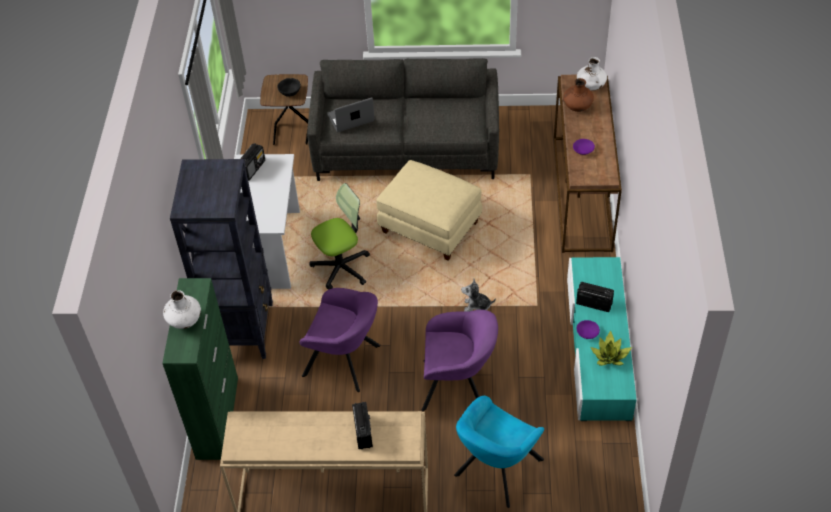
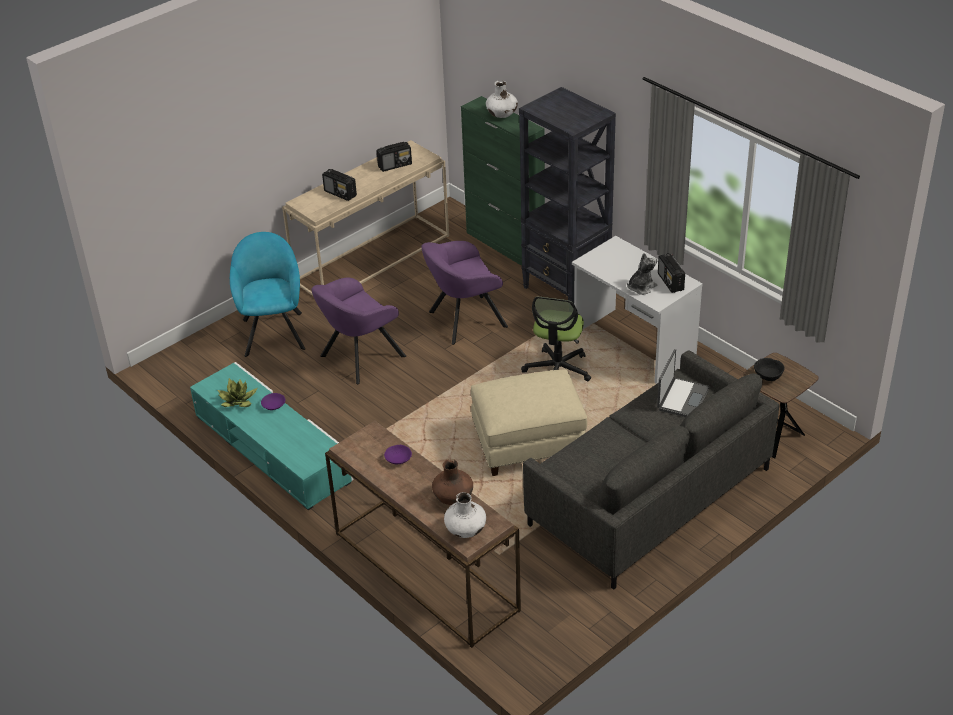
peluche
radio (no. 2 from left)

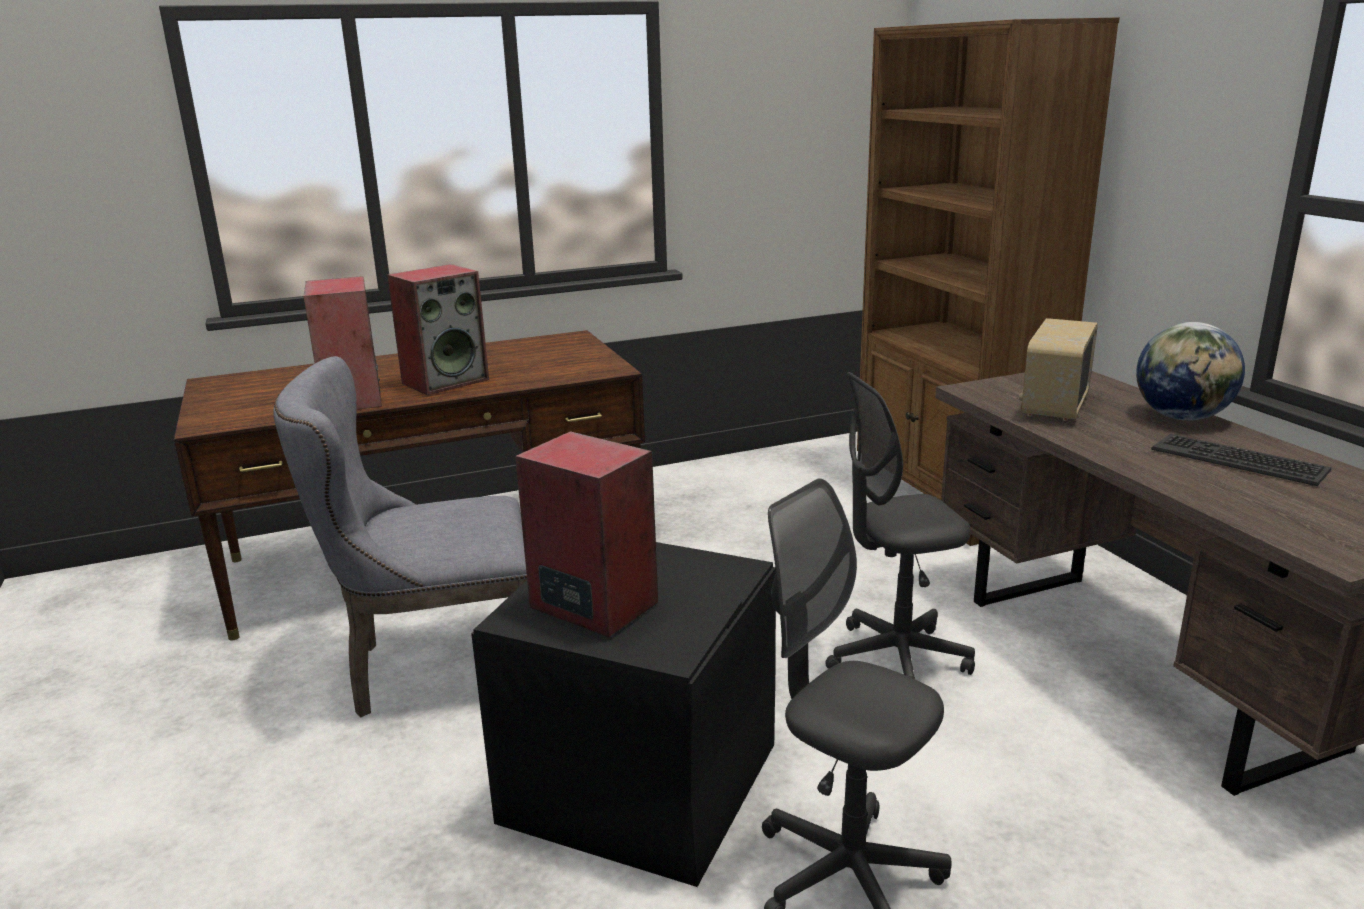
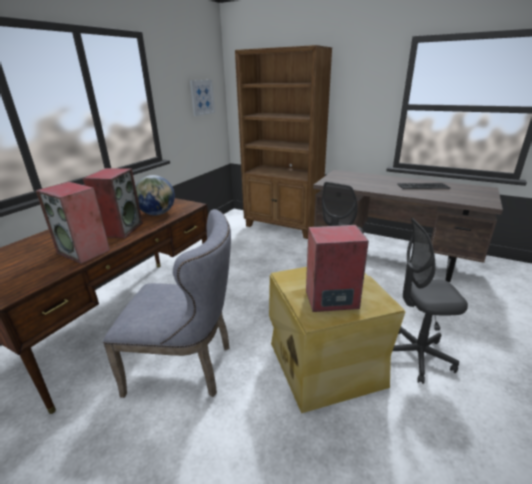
radio
globo terráqueo
silla (gris)
caja de almacenaje (beis)
cuadro

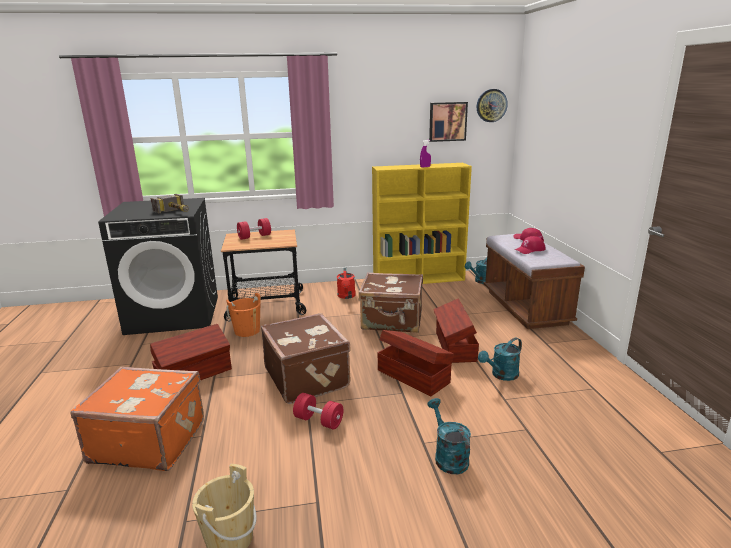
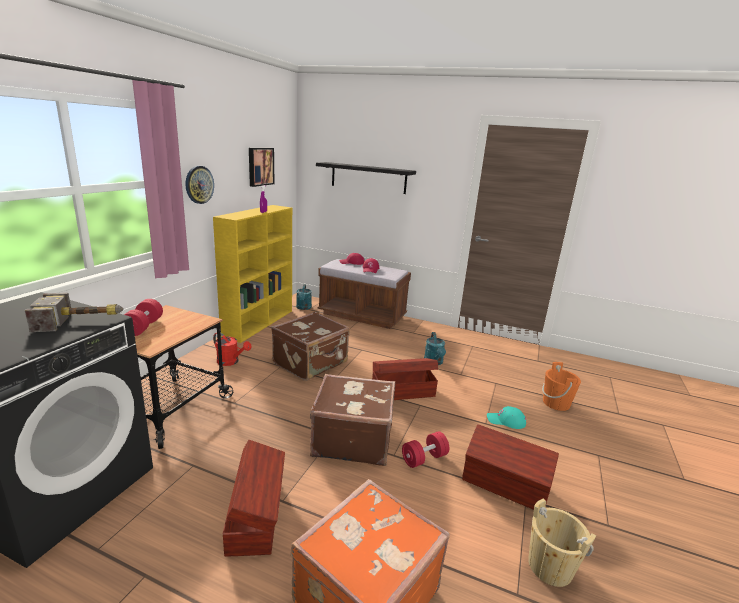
reloj de pared
cubo (naranja)
caja de almacenaje (marrón) (no. 3 from left)
gorra (turquesa)
estante (negro)

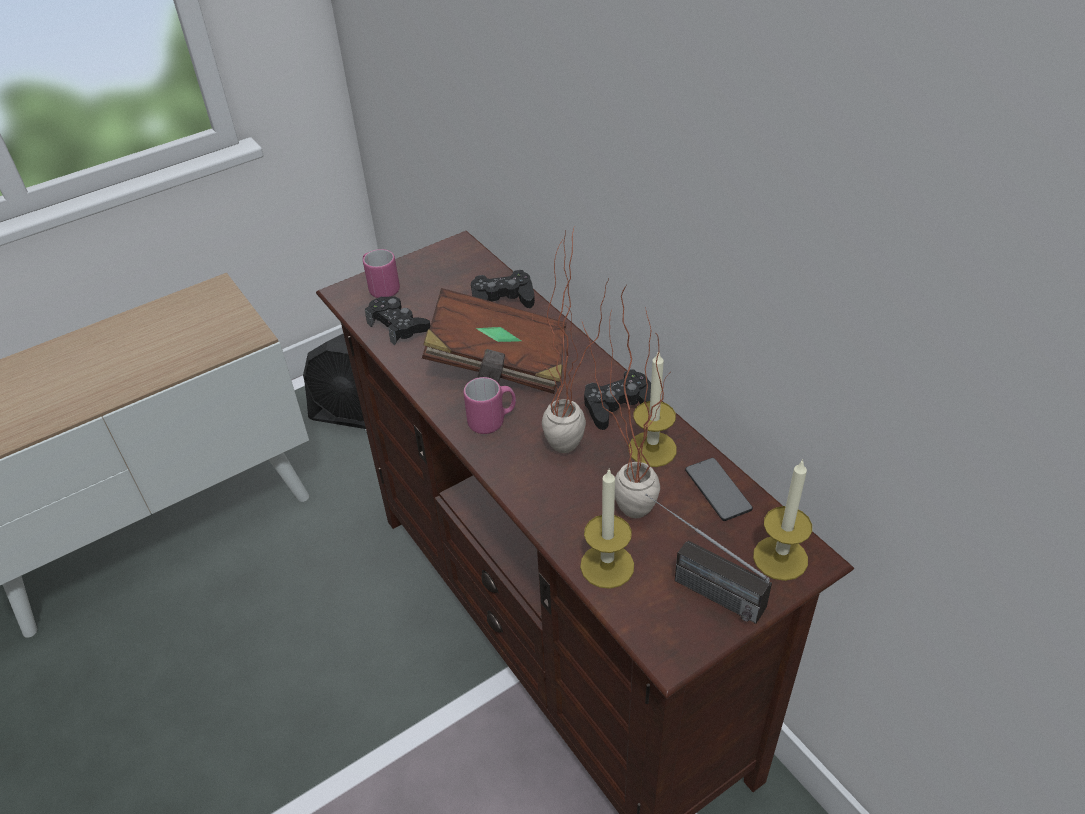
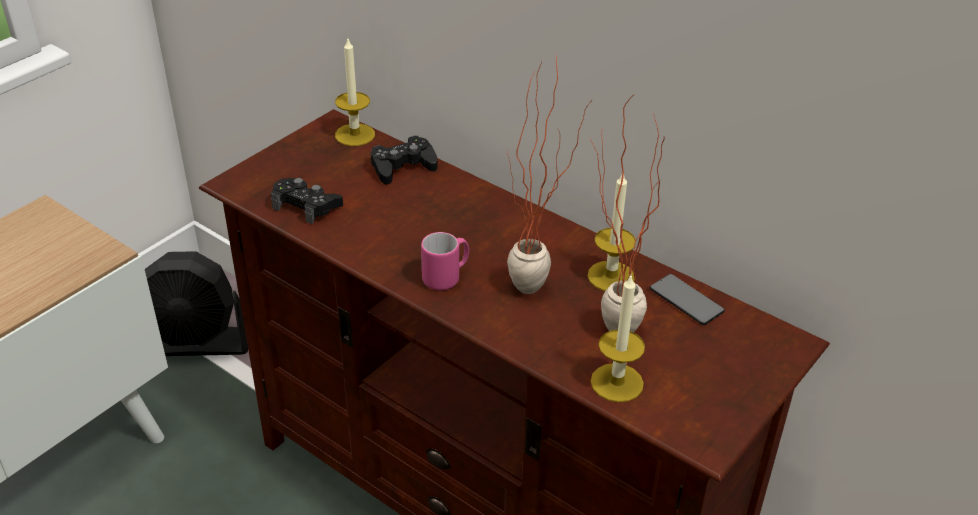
taza grande (rosa) (no. 1 from left in the first image)
libro (marrón)
mando de consola (negro) (no. 3 from left in the first image)
vela (no. 1 from left)
radio

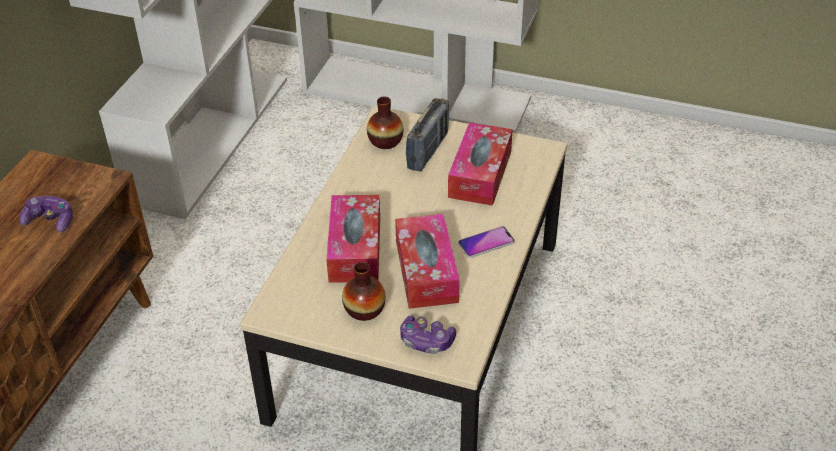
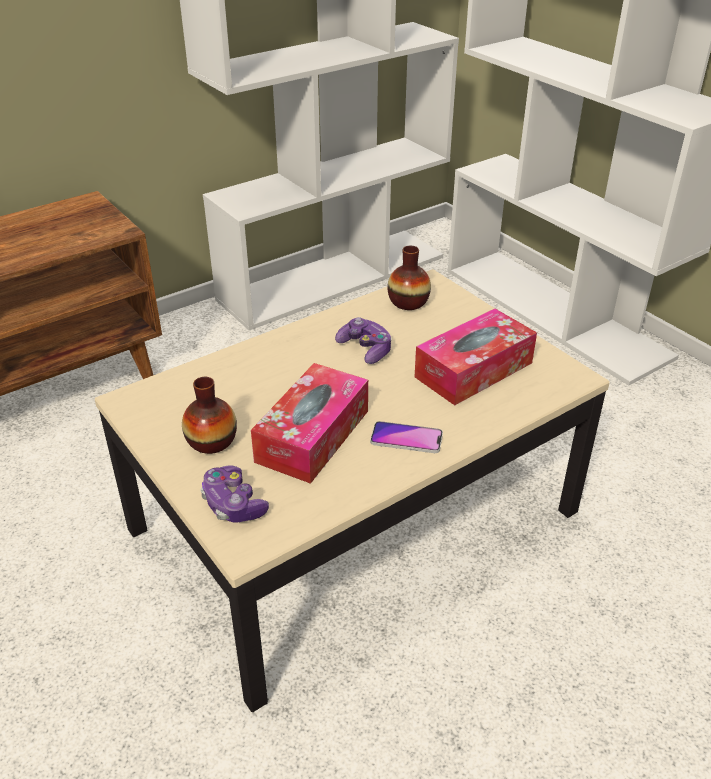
radio
caja de pañuelos (no. 1 from left in the first image)
mando de consola (no. 2 from left)

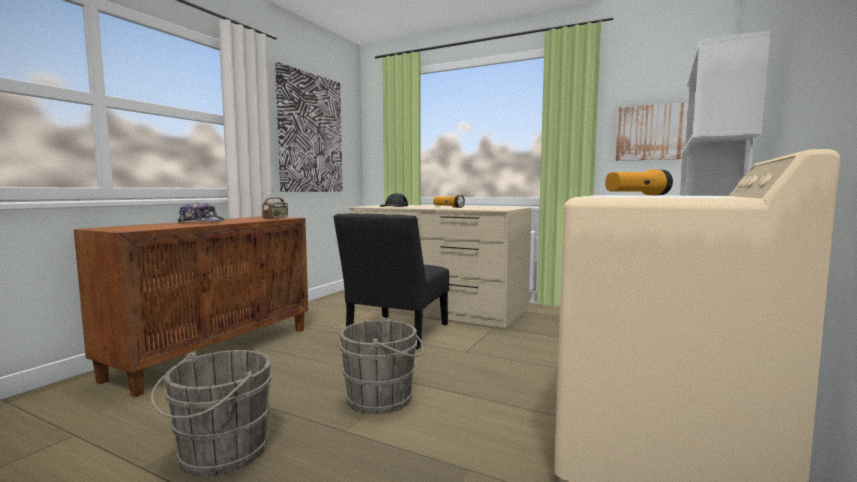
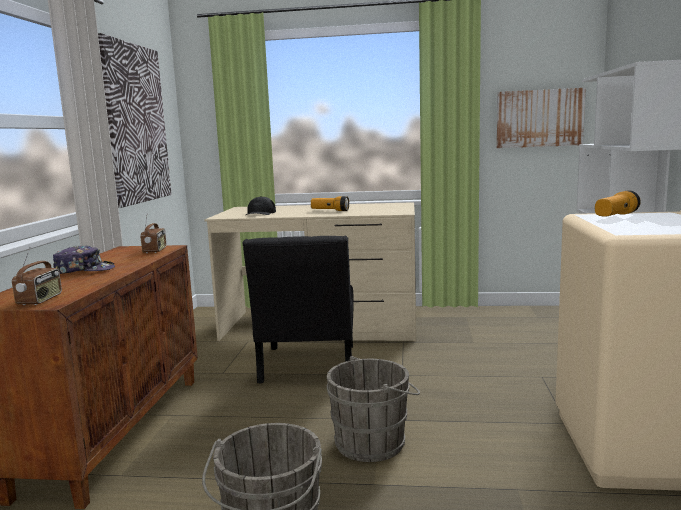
radio (no. 1 from left)

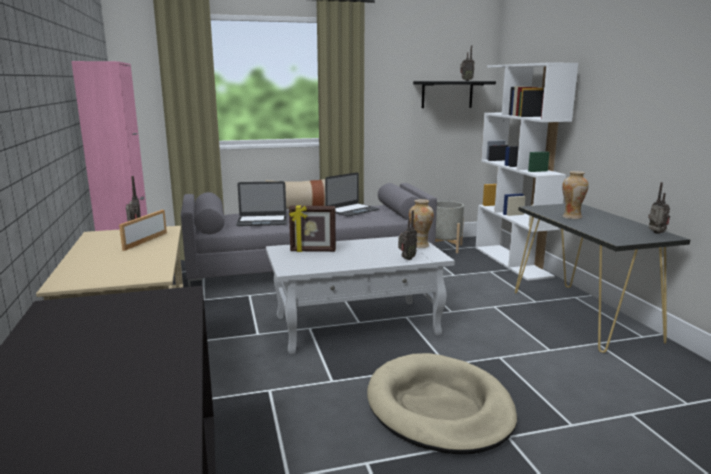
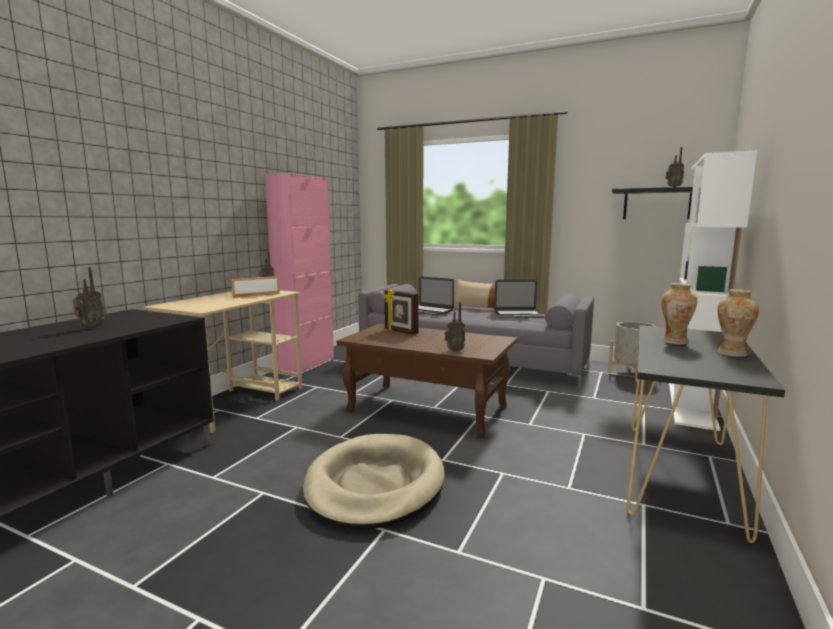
radio (no. 1 from left)
florero (no. 2 from left)
mesa de centro (marrón)

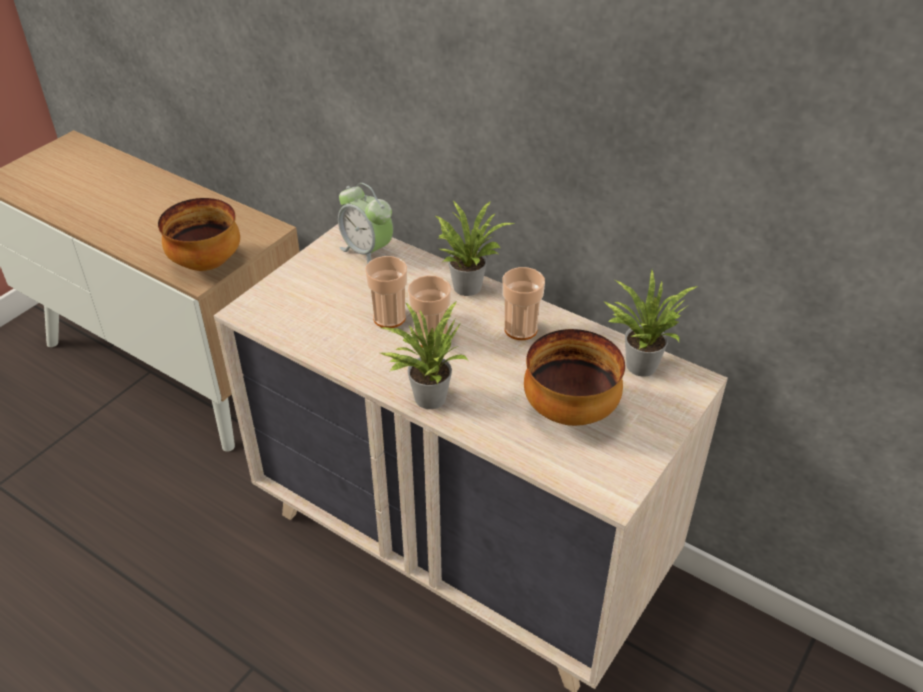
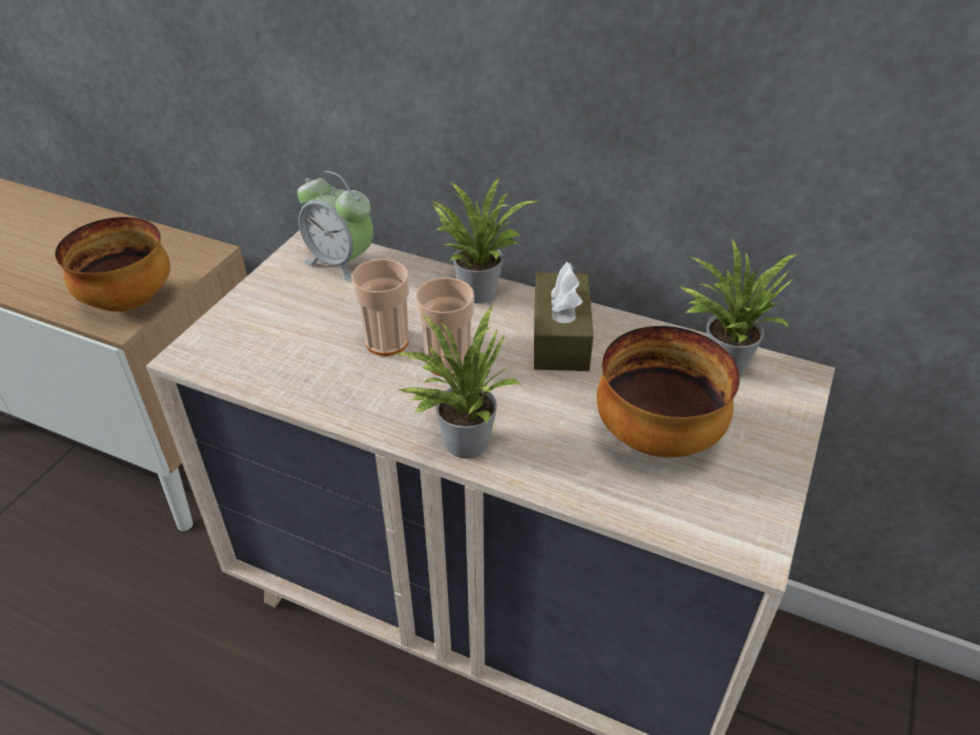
caja de pañuelos (marrón)

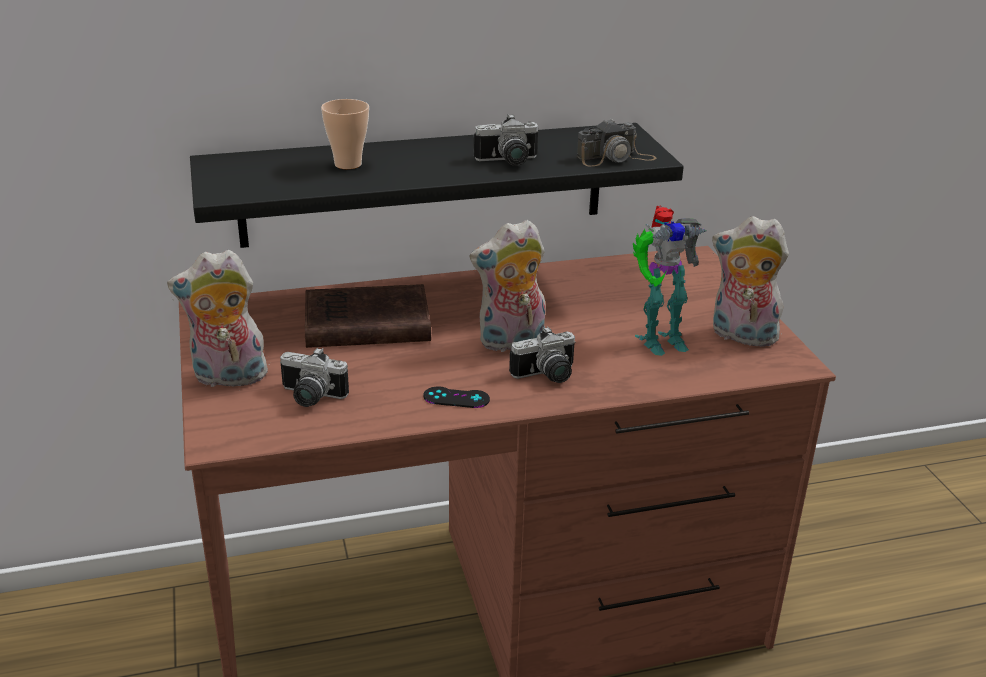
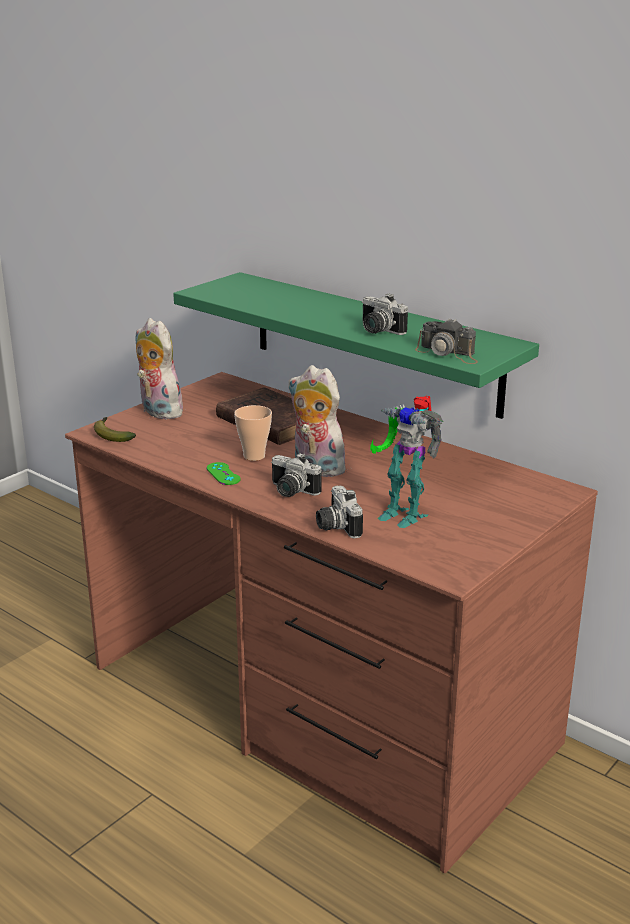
taza
estante (verde)
peluche (no. 3 from left in the first image)
cámara (no. 2 from left)
mando de consola (verde)
plátano

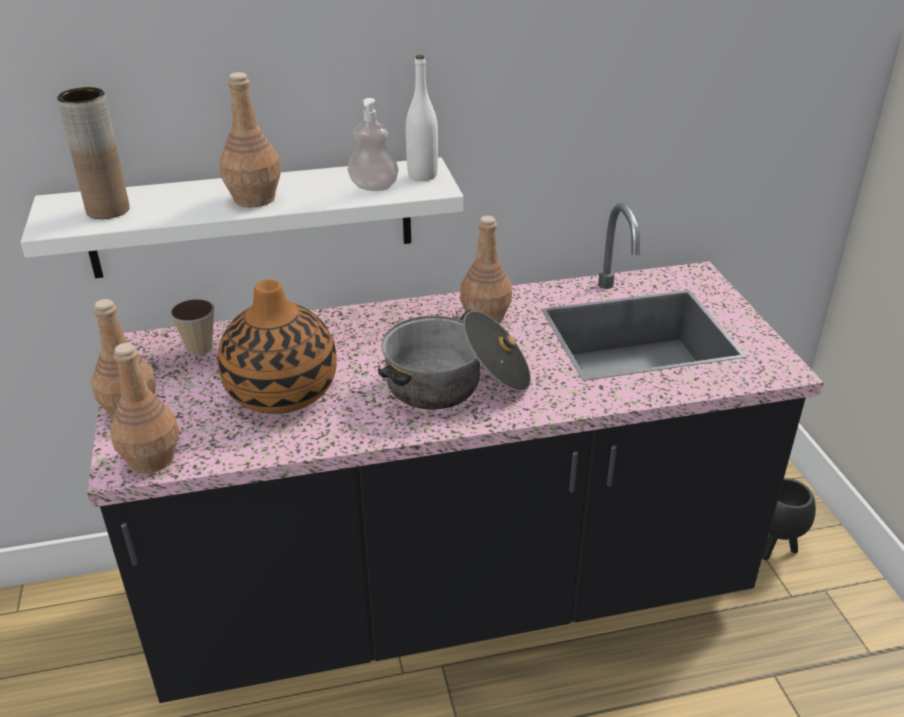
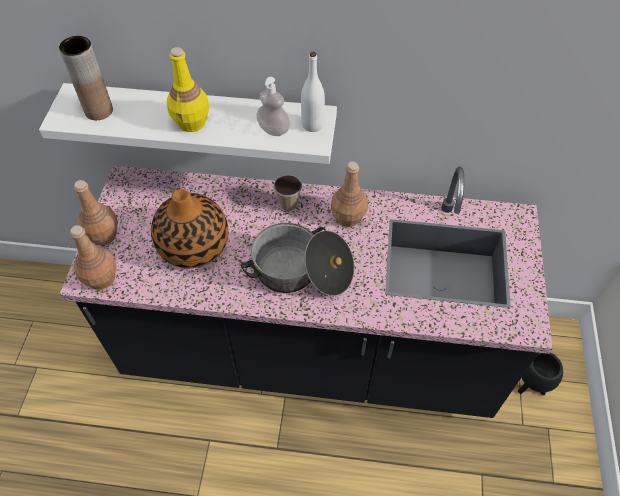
botella (amarillo)
taza

